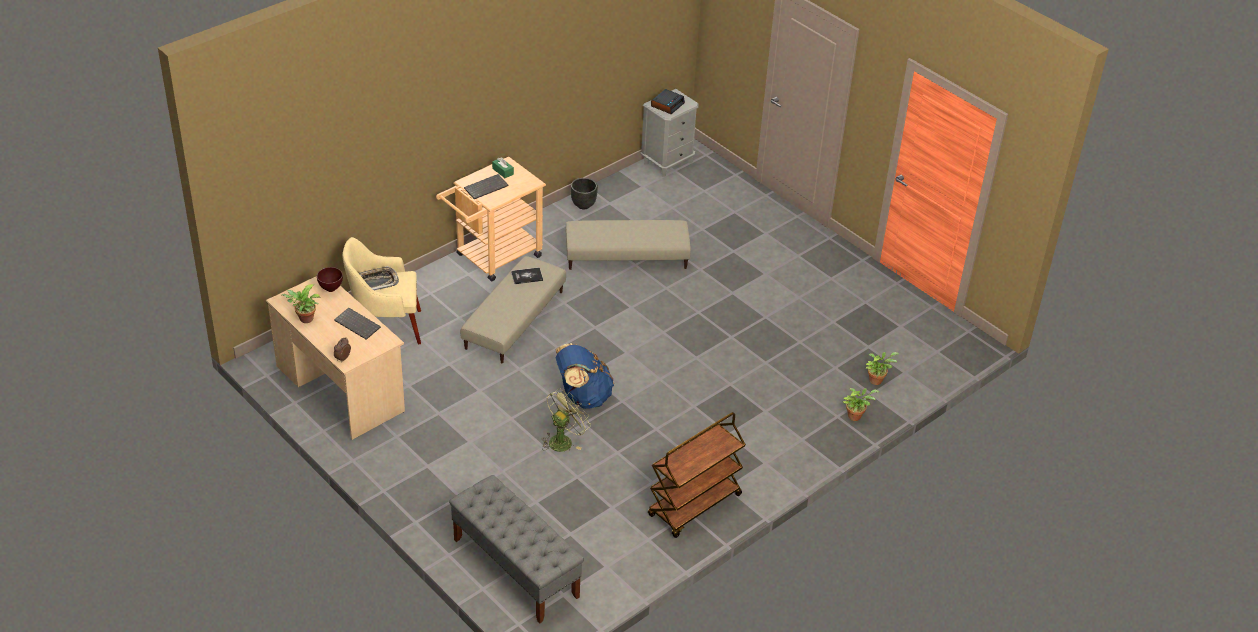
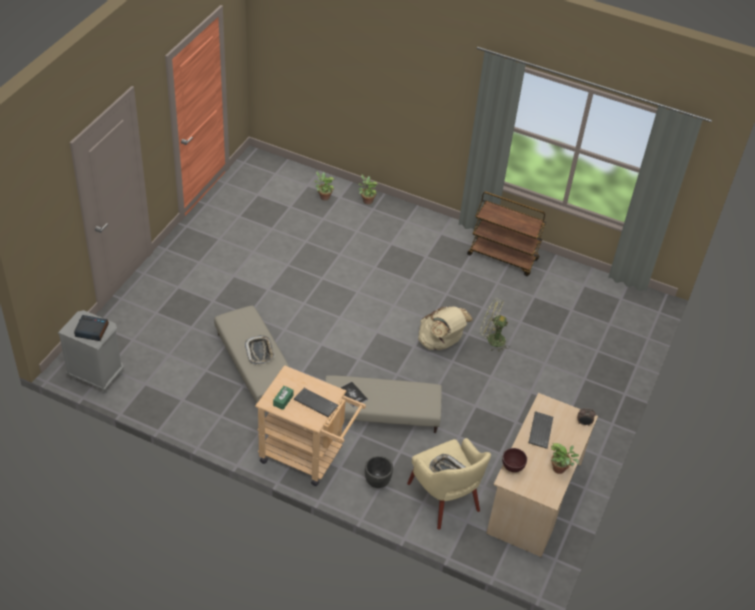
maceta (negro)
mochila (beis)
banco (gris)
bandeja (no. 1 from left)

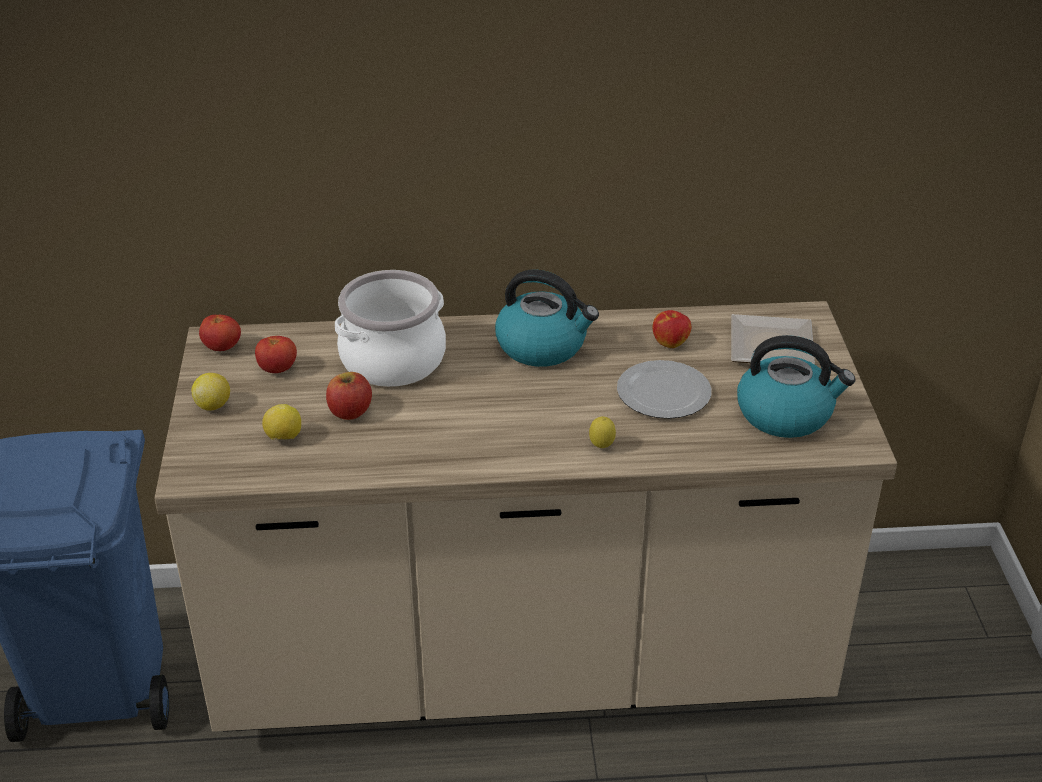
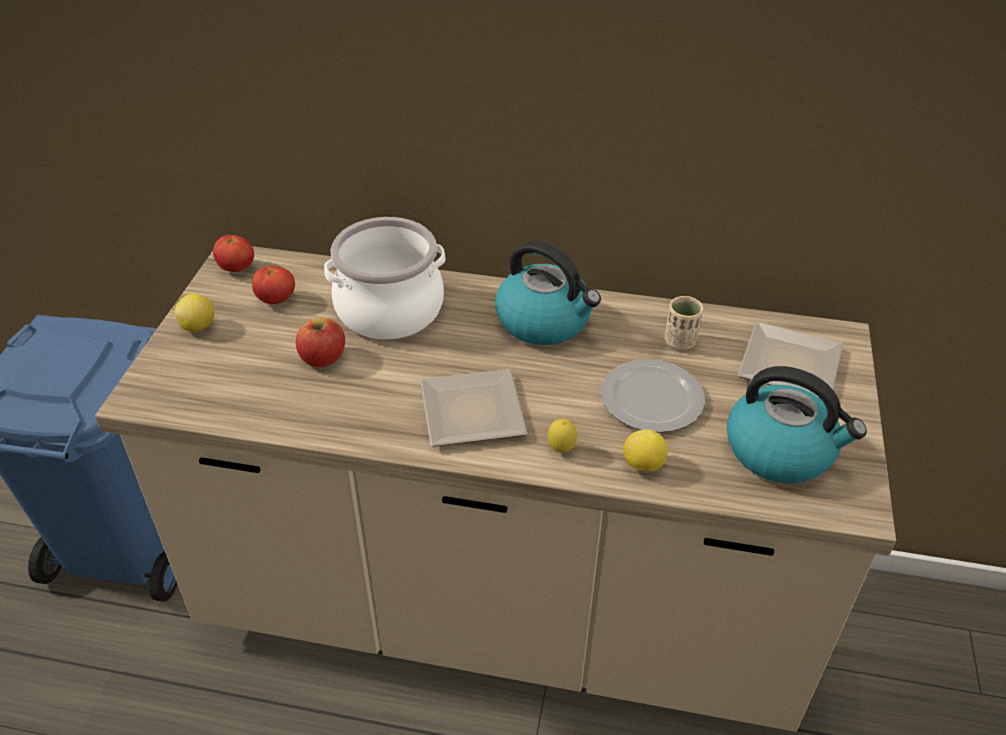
taza (beis)
limón (no. 3 from left)
plato (no. 1 from left)

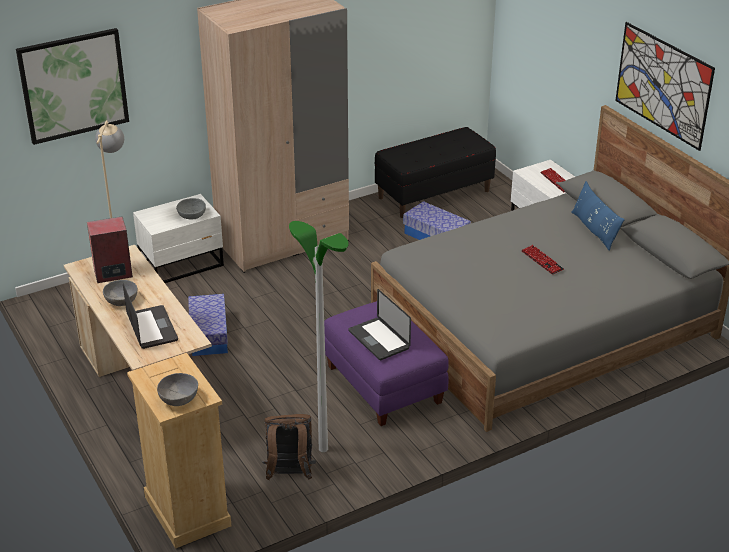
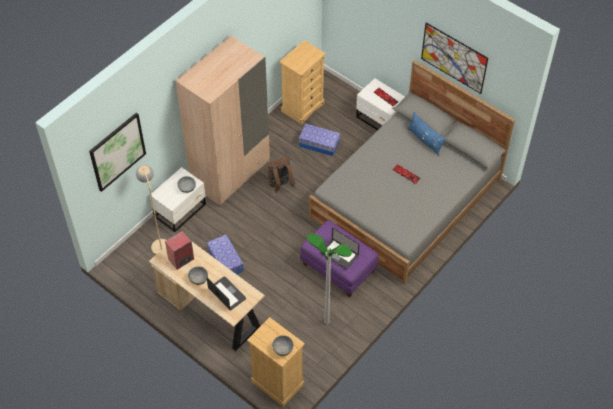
cómoda (beis) (no. 2 from left)
mochila (marrón)

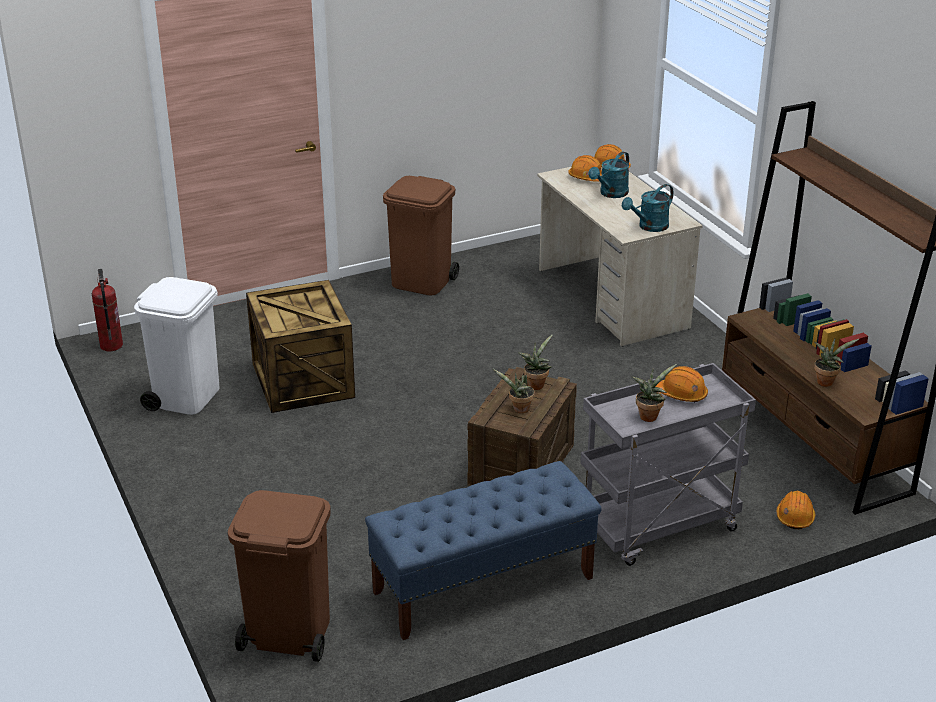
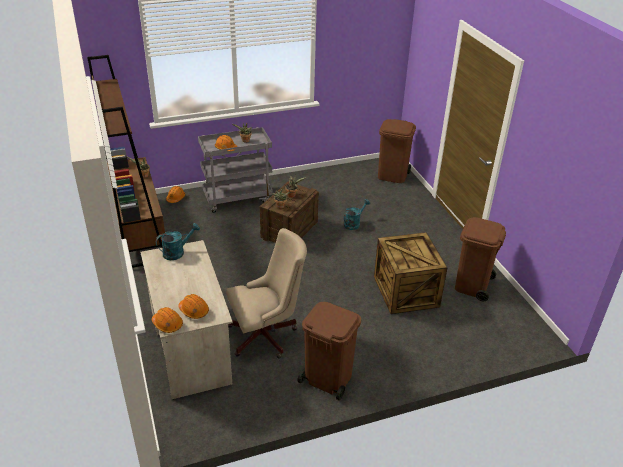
regadera (turquesa) (no. 2 from left)
extintor
papelera (marrón) (no. 3 from left)
banco (azul)
silla de oficina (beis)

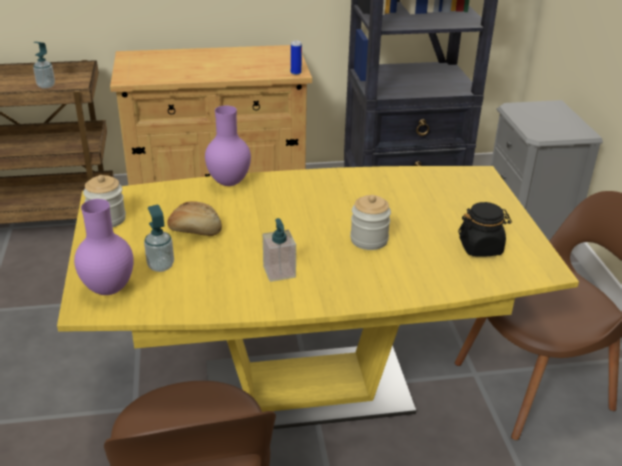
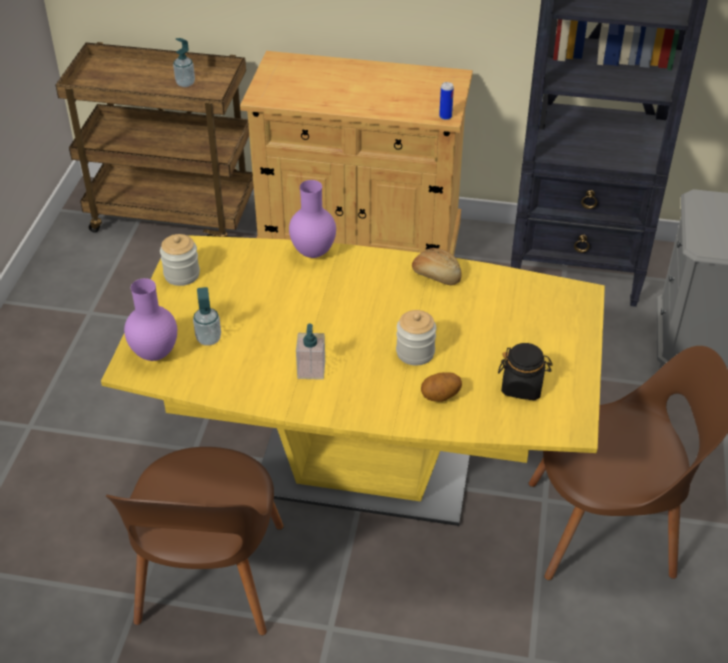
pan
patata

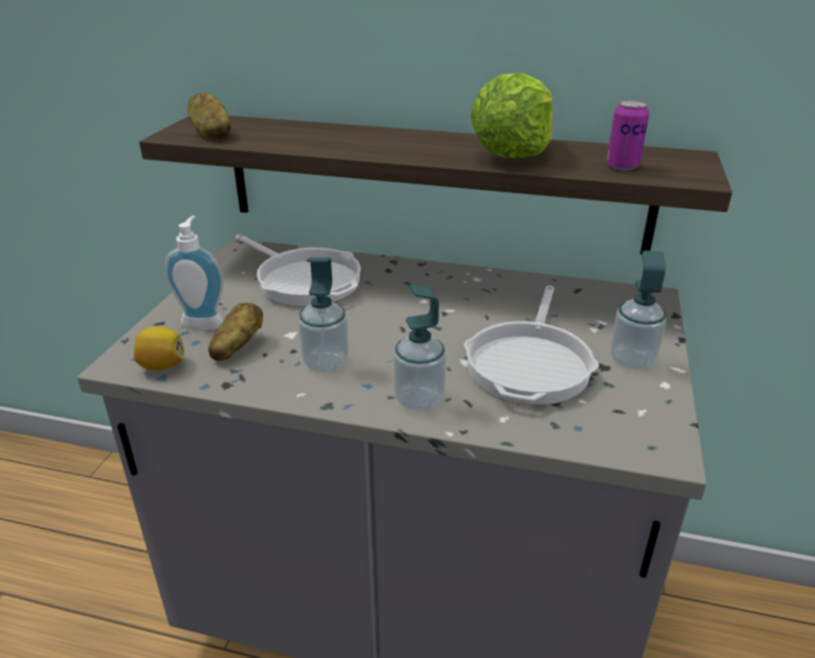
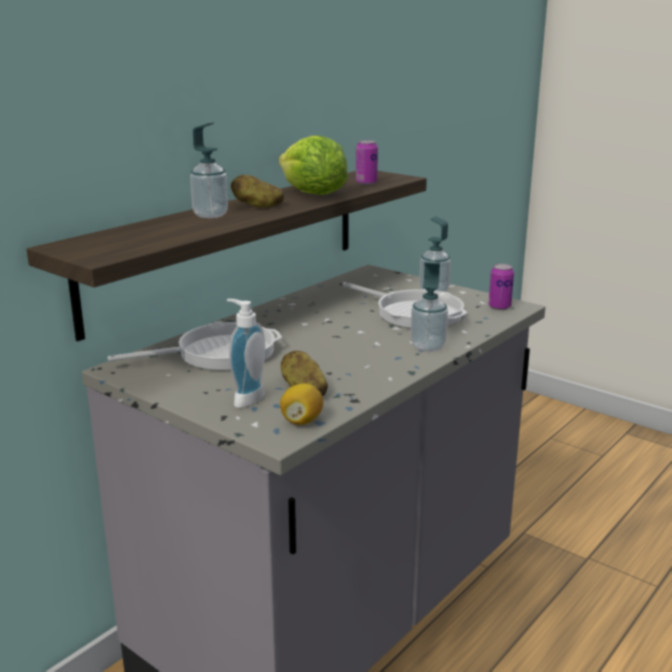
patata (no. 1 from left)
dispensador de jabón (no. 1 from left)
lata (no. 2 from left)

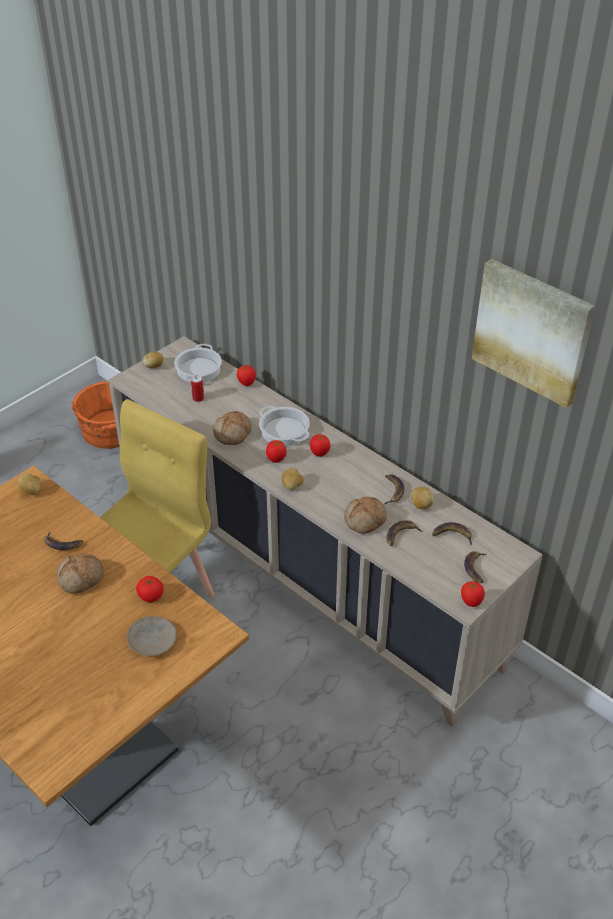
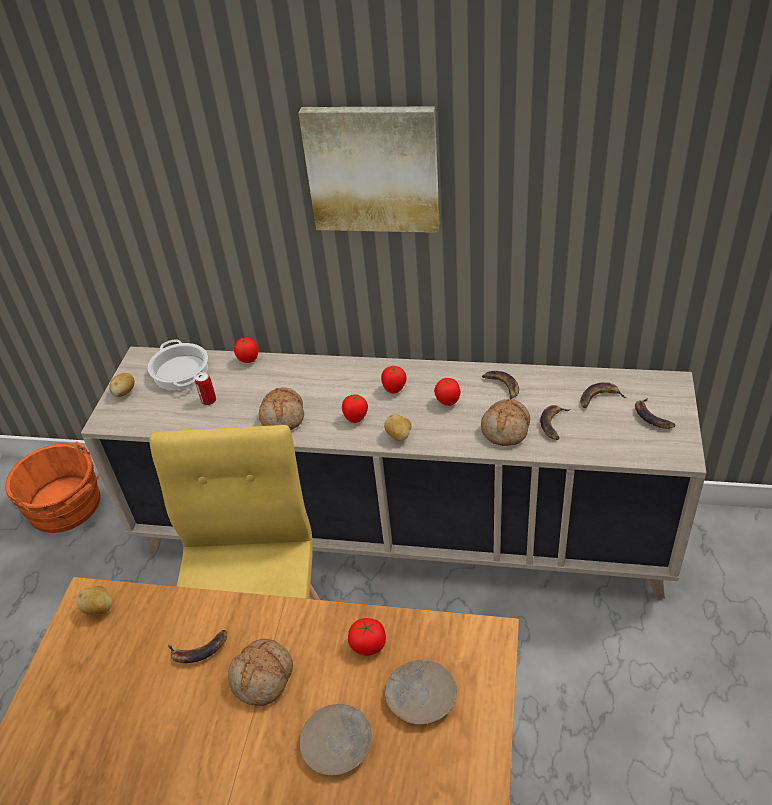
cuadro
olla (no. 2 from left in the first image)
patata (no. 4 from left in the first image)
tomate (no. 5 from left)
plato (beis) (no. 1 from left)

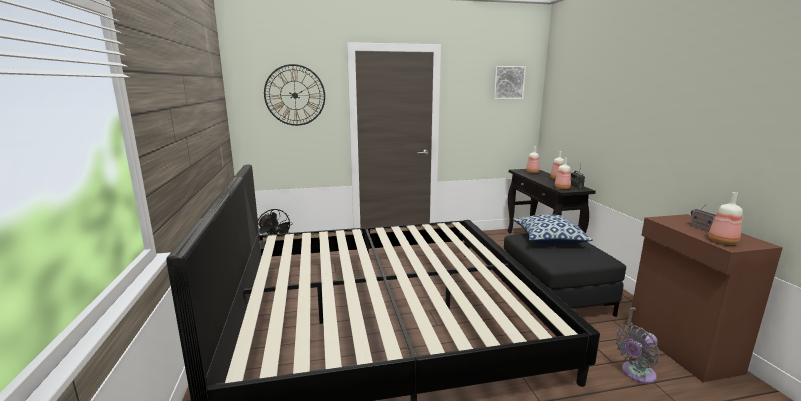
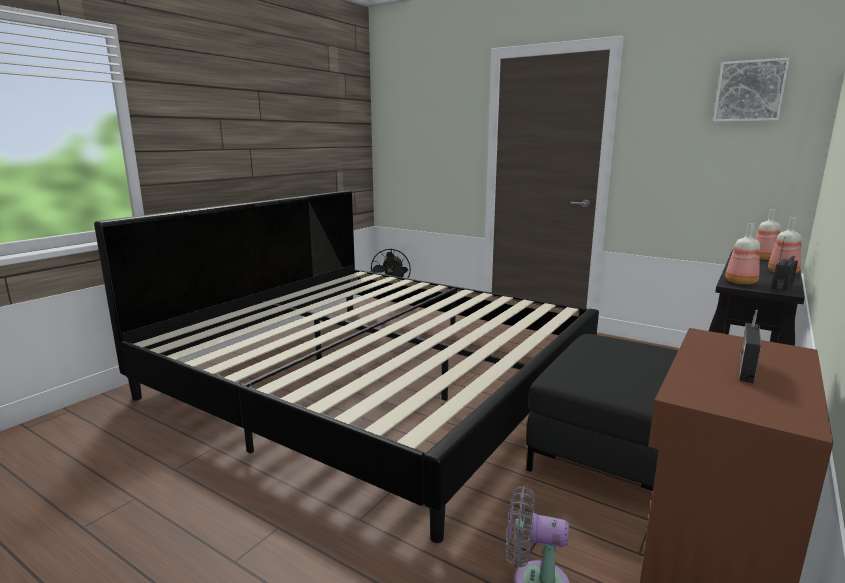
reloj de pared
botella (no. 4 from left in the first image)
cojín

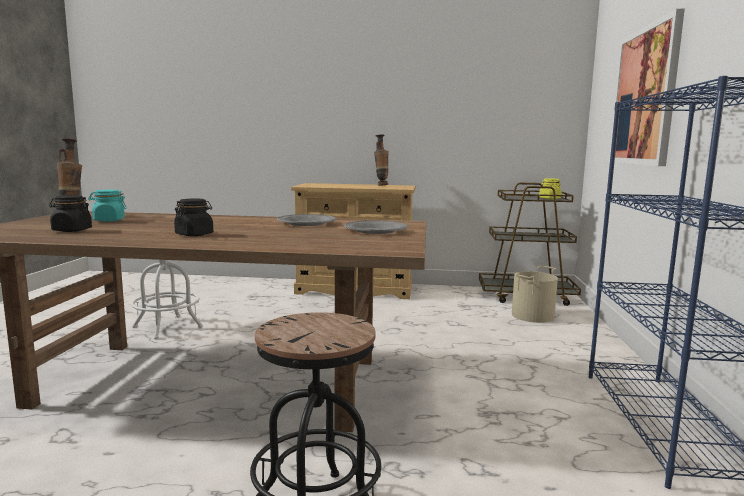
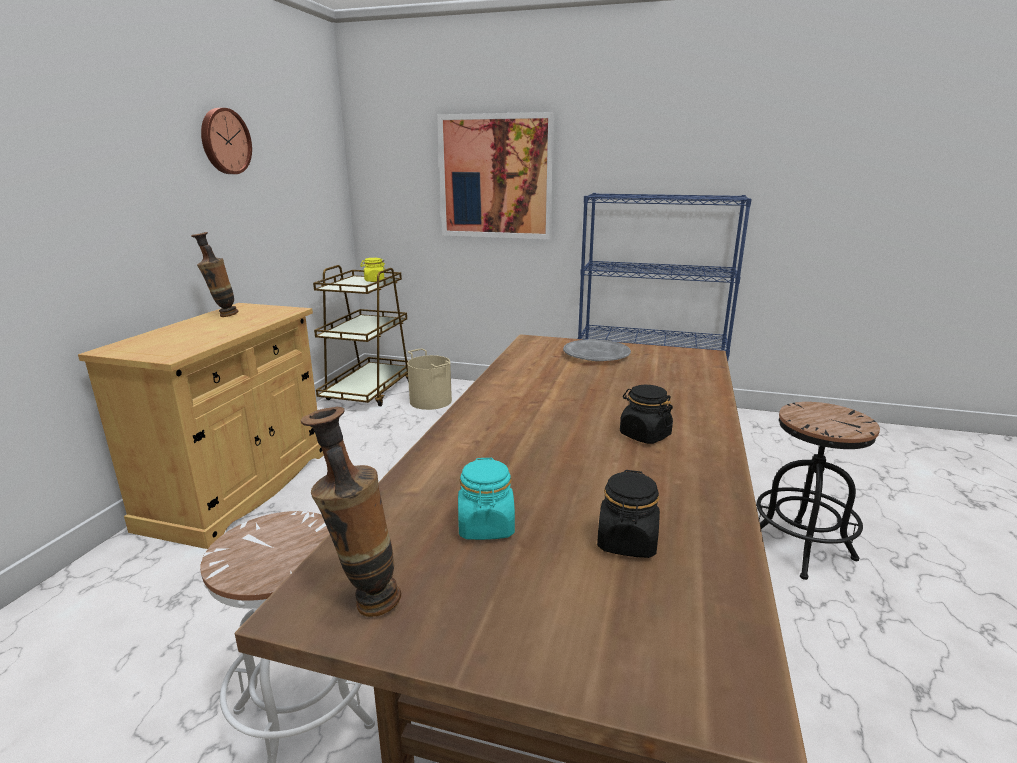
plato (gris) (no. 1 from left in the first image)
reloj de pared

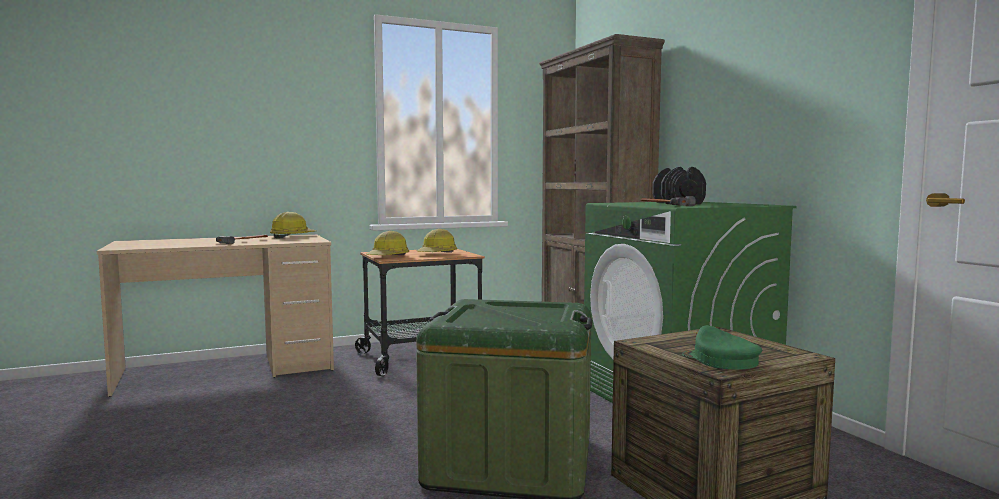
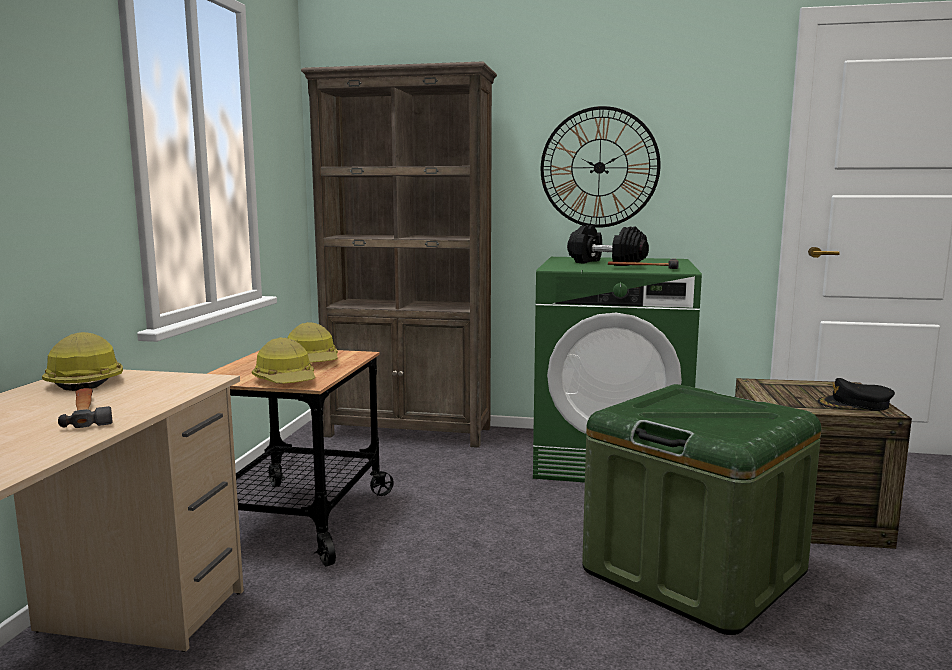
gorra (negro)
reloj de pared

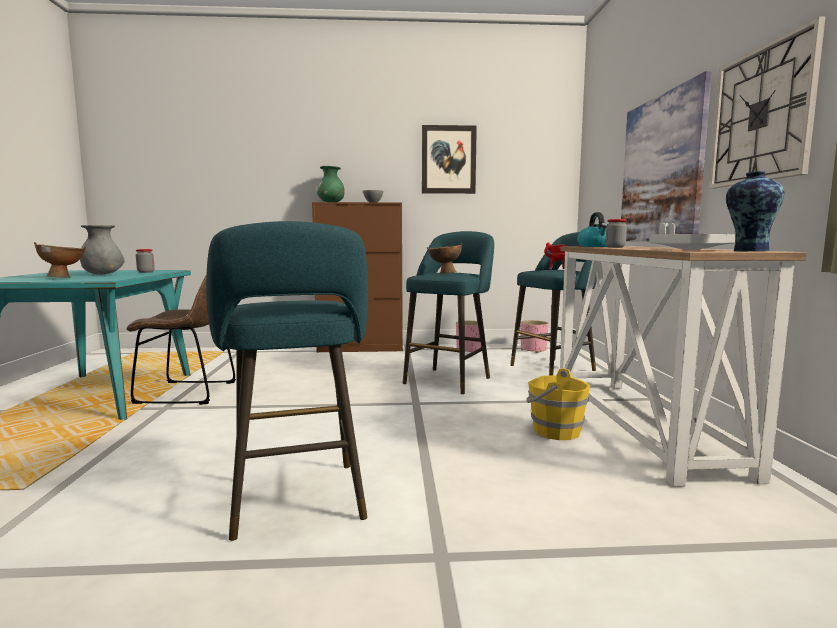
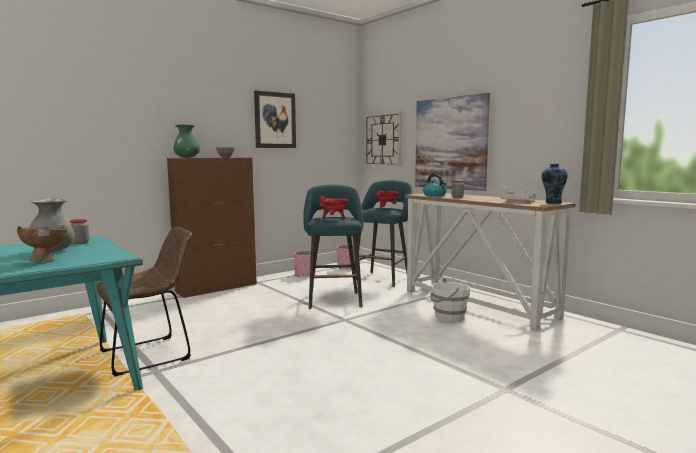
reloj de pared
taburete (turquesa) (no. 1 from left in the first image)
olla (rojo) (no. 1 from left)
cubo (blanco)

